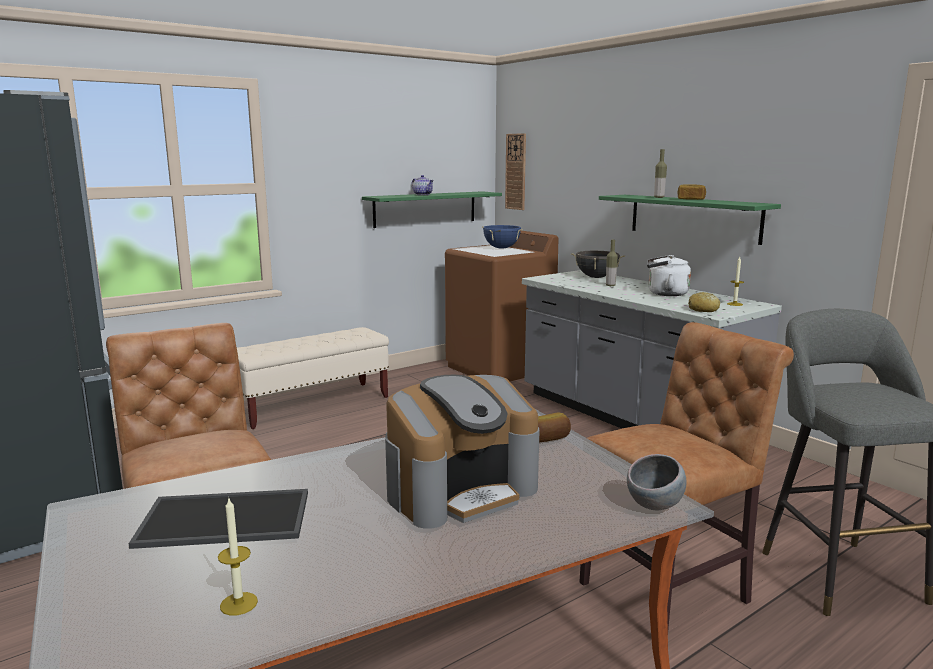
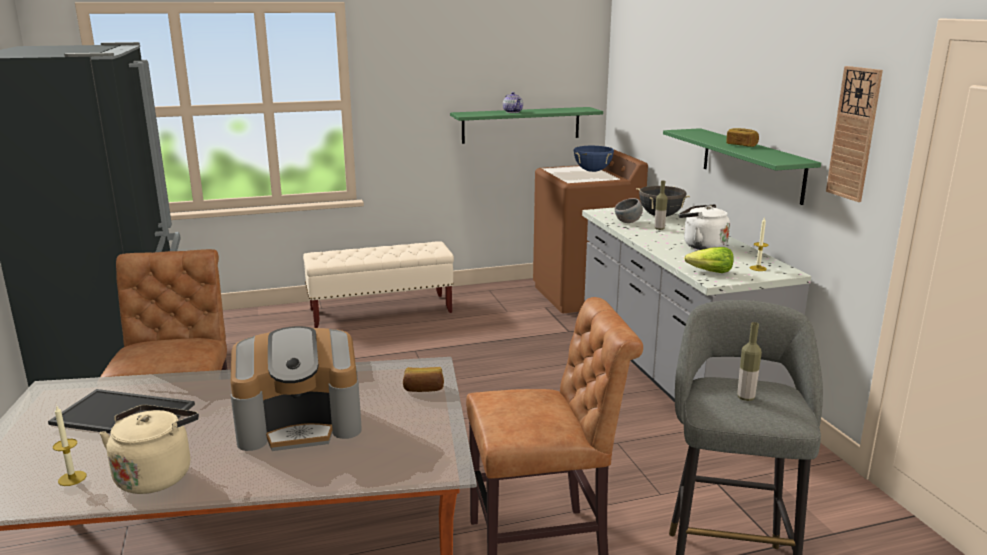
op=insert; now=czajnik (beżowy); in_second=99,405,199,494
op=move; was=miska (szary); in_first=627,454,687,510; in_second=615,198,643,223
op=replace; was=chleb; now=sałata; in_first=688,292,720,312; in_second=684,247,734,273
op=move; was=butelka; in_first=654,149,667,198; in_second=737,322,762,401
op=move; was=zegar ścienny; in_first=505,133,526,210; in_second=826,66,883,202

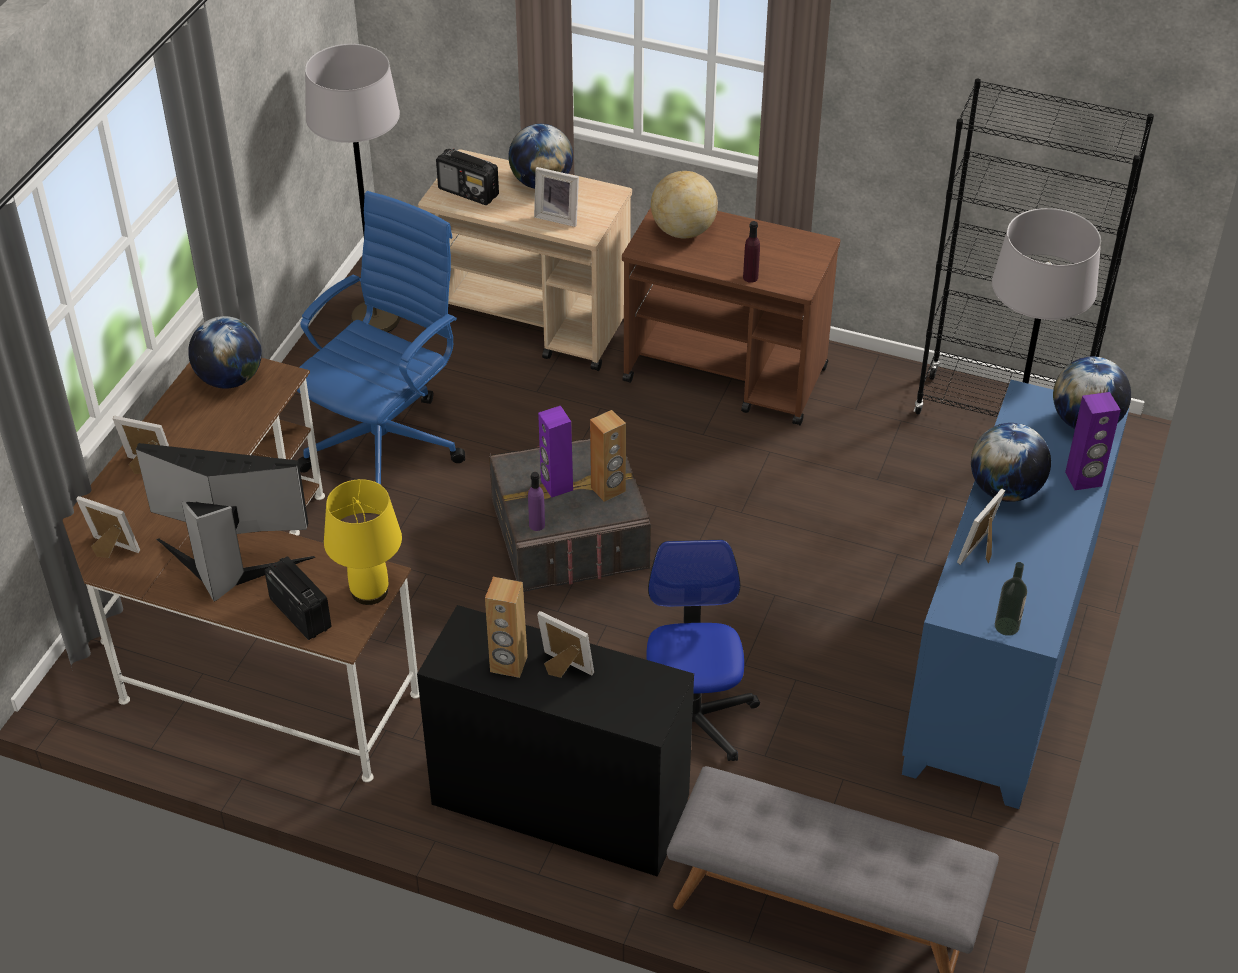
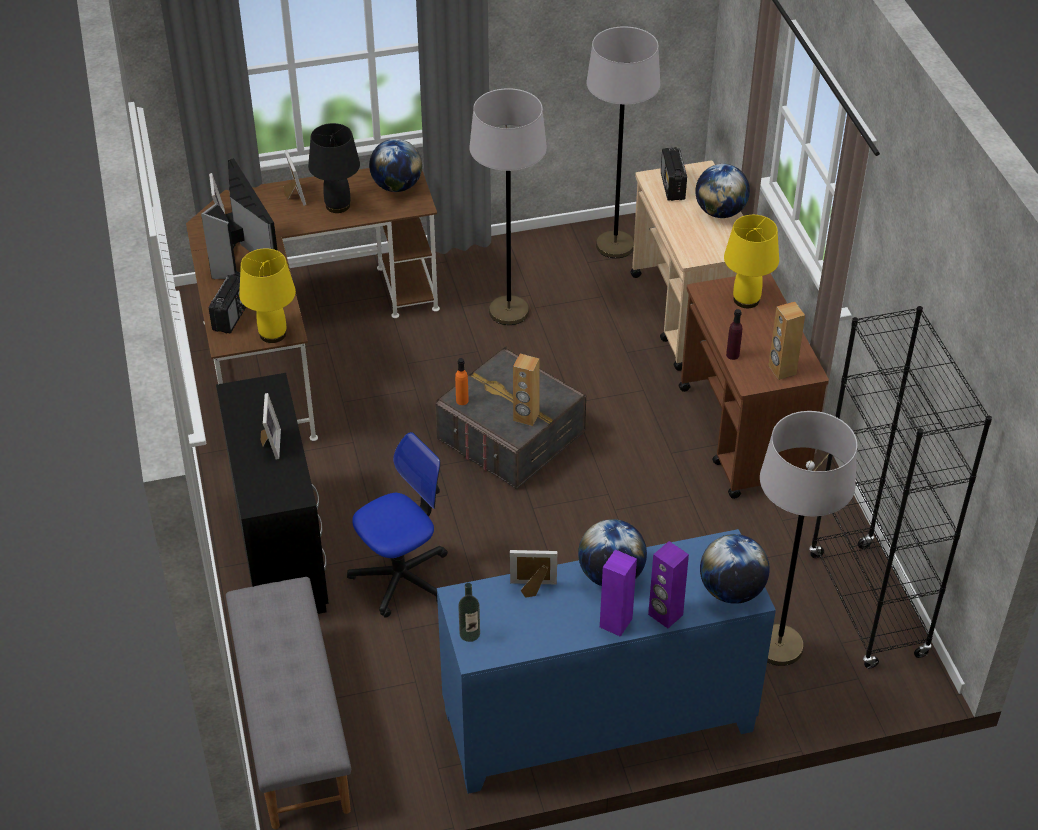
op=insert; now=lampa stołowa (czarny); in_second=308,123,360,213
op=recolor; was=butelka (fioletowy); now=butelka (pomarańczowy); in_first=528,472,545,531; in_second=455,358,469,405
op=replace; was=krzesło biurowe (niebieski); now=lampa stojąca (szary); in_first=297,191,465,485; in_second=469,88,547,325
op=move; was=głośnik (fioletowy); in_first=538,406,573,498; in_second=600,549,637,637
op=replace; was=globus; now=lampa stołowa (żółty); in_first=651,171,718,238; in_second=724,215,779,308
op=move; was=głośnik (brązowy); in_first=485,577,528,678; in_second=768,302,805,380
op=delete; was=ramka na zdjęcie; in_first=534,167,579,227

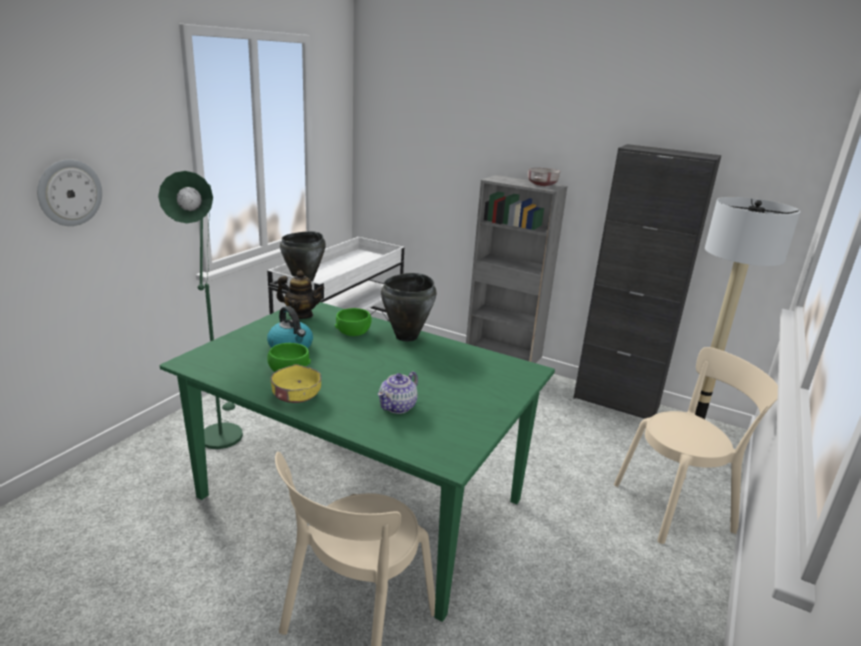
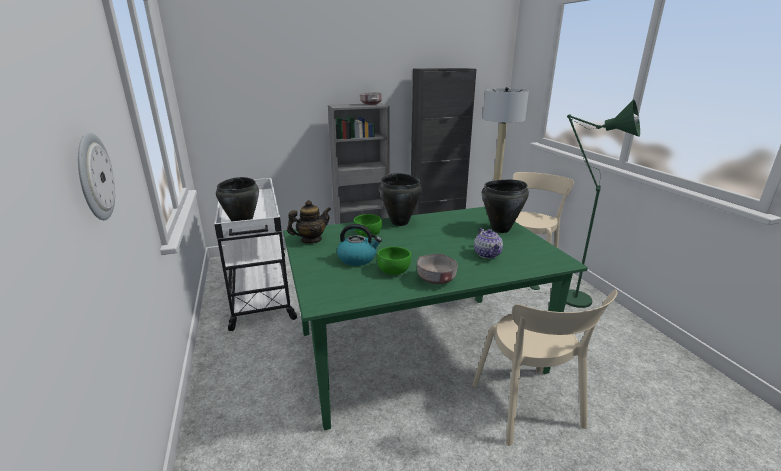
op=recolor; was=miska (żółty); now=miska (szary); in_first=270,364,321,403; in_second=417,254,458,284
op=insert; now=garnek (czarny); in_second=482,180,529,233
op=move; was=lampa stojąca (zielony); in_first=158,171,243,449; in_second=526,99,640,308

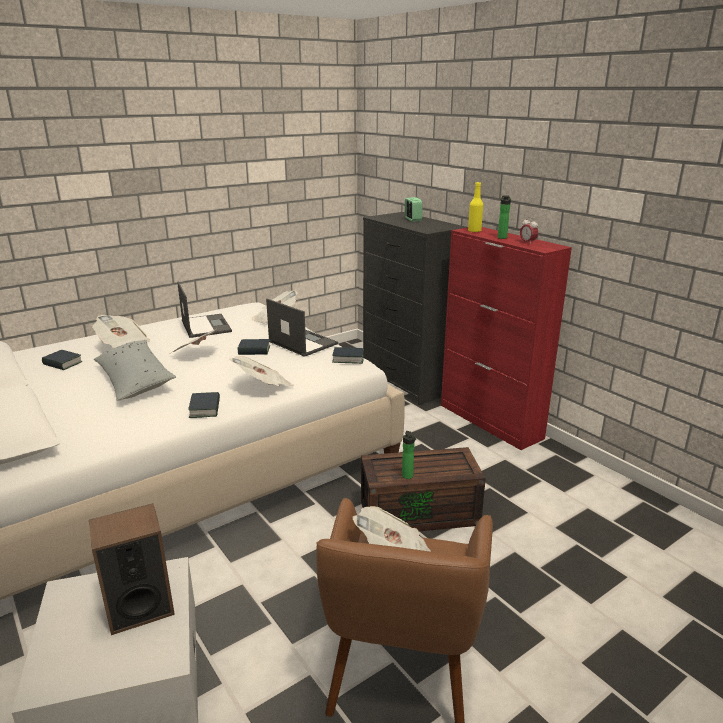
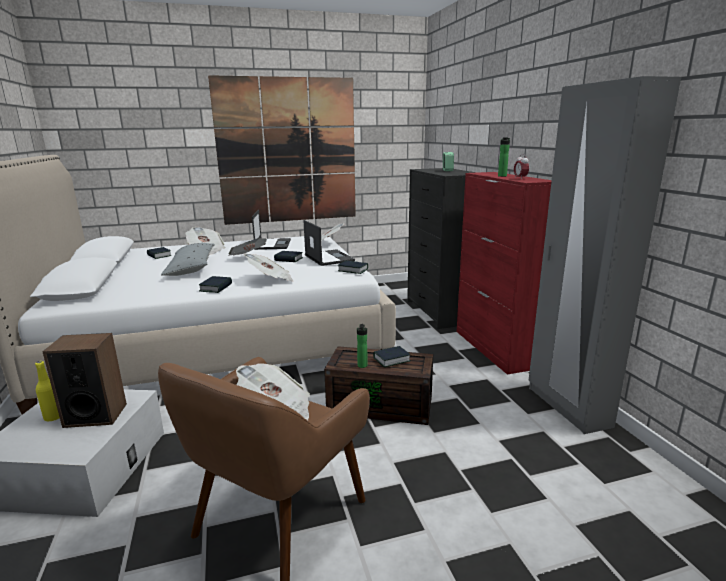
op=move; was=butelka (żółty); in_first=468,182,483,232; in_second=35,361,60,421
op=insert; now=obraz; in_second=208,75,356,225
op=insert; now=książka; in_second=373,346,411,367
op=insert; now=szafa (szary); in_second=529,76,681,434

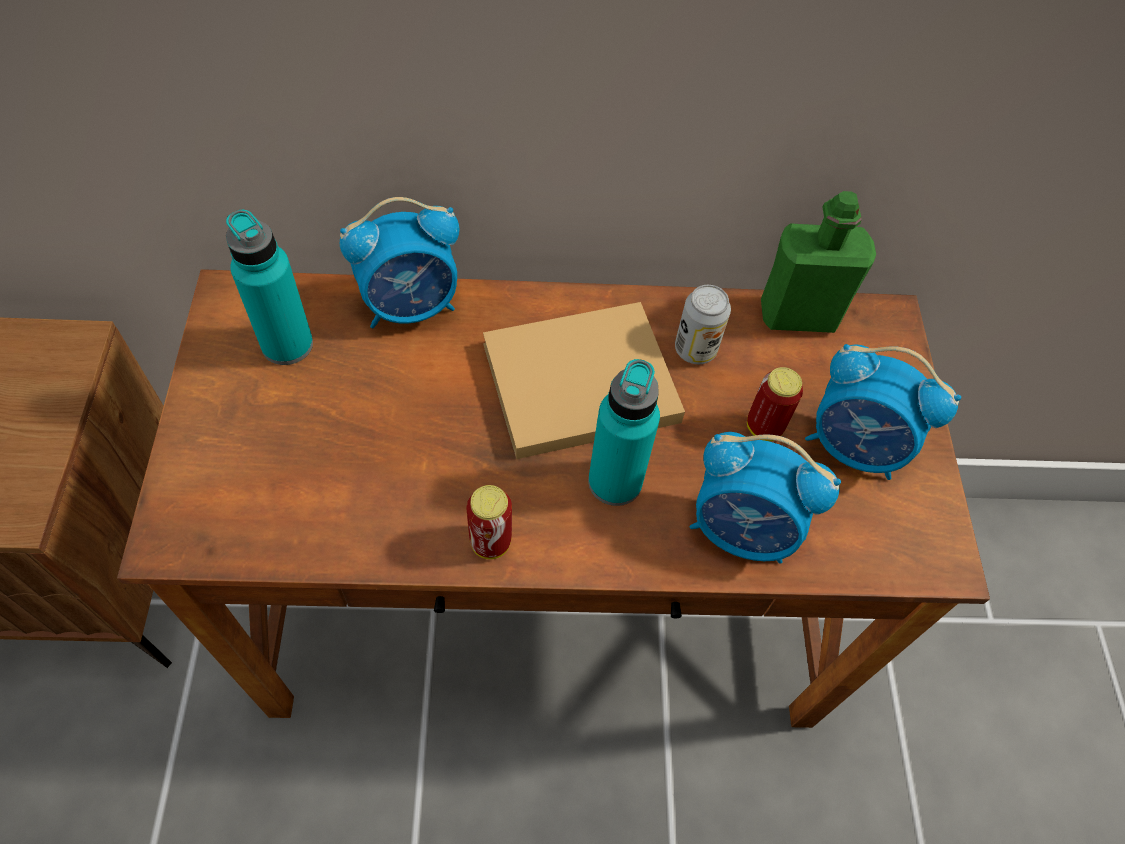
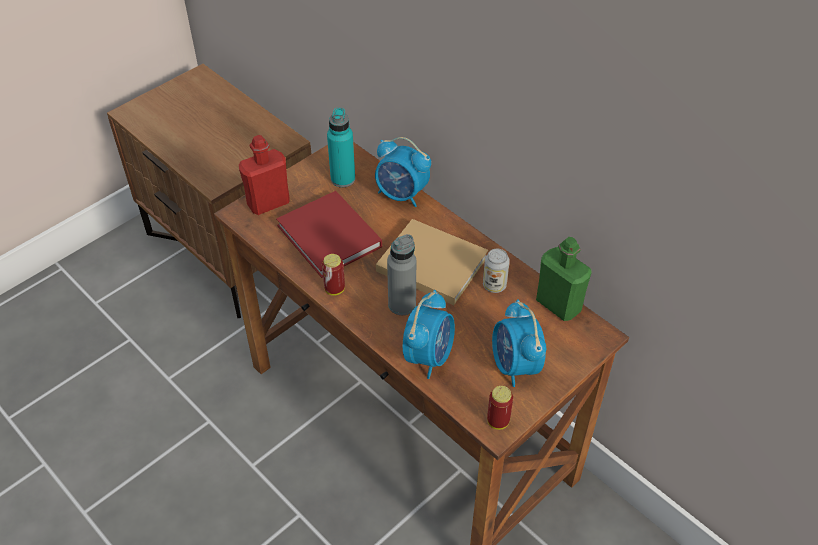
op=insert; now=butelka (czerwony); in_second=239,135,290,215
op=insert; now=książka (czerwony); in_second=276,191,382,278
op=recolor; was=butelka (turkusowy); now=butelka (szary); in_first=588,359,660,506; in_second=387,234,416,315
op=rotate; was=budzik; in_first=690,432,841,564; in_second=403,290,455,379; clockwise=-135
op=move; was=puszka; in_first=747,367,803,441; in_second=487,386,513,430

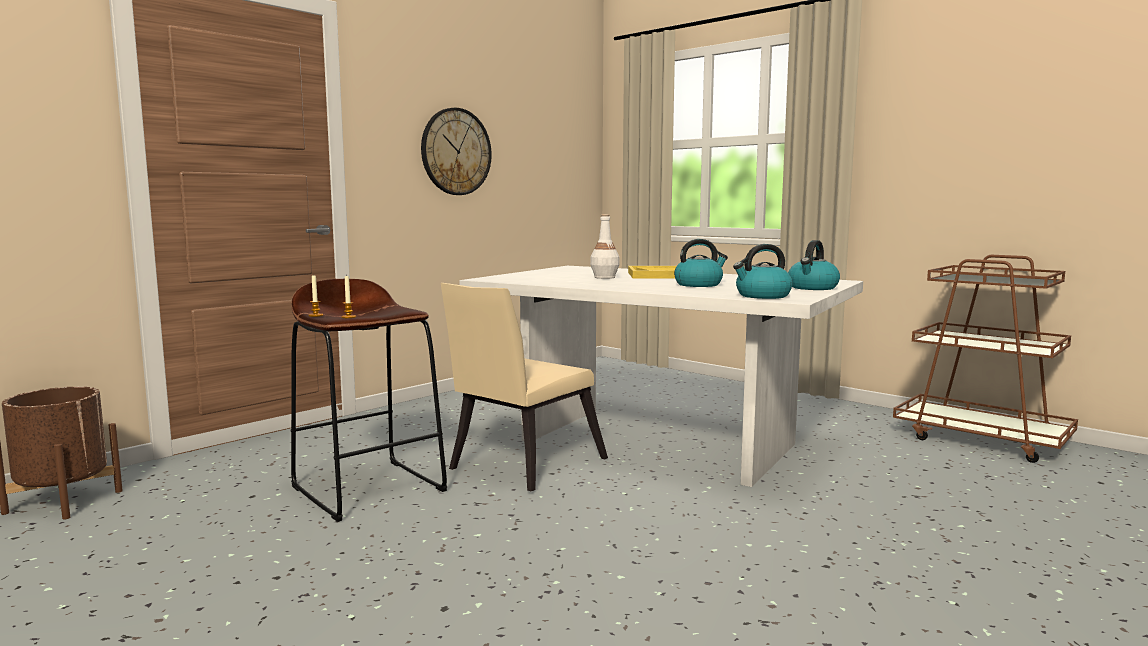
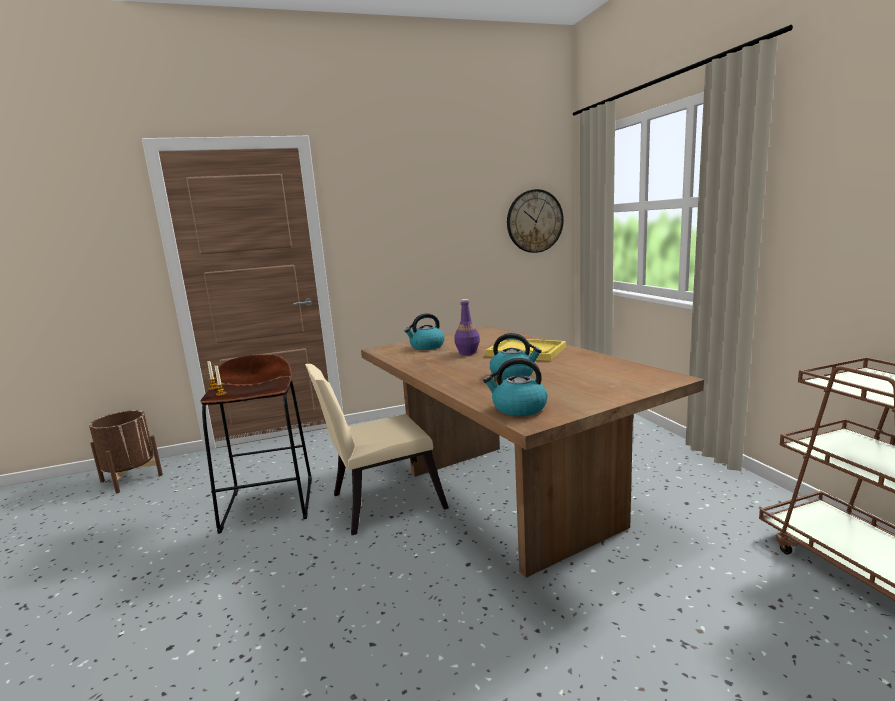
op=recolor; was=stół jadalny (biały); now=stół jadalny (brązowy); in_first=459,266,863,487; in_second=361,326,704,578
op=move; was=czajnik; in_first=788,240,840,290; in_second=404,313,445,350
op=recolor; was=butelka (biały); now=butelka (fioletowy); in_first=590,214,620,279; in_second=454,299,480,355
op=move; was=zegar ścienny; in_first=421,108,492,195; in_second=507,189,564,253

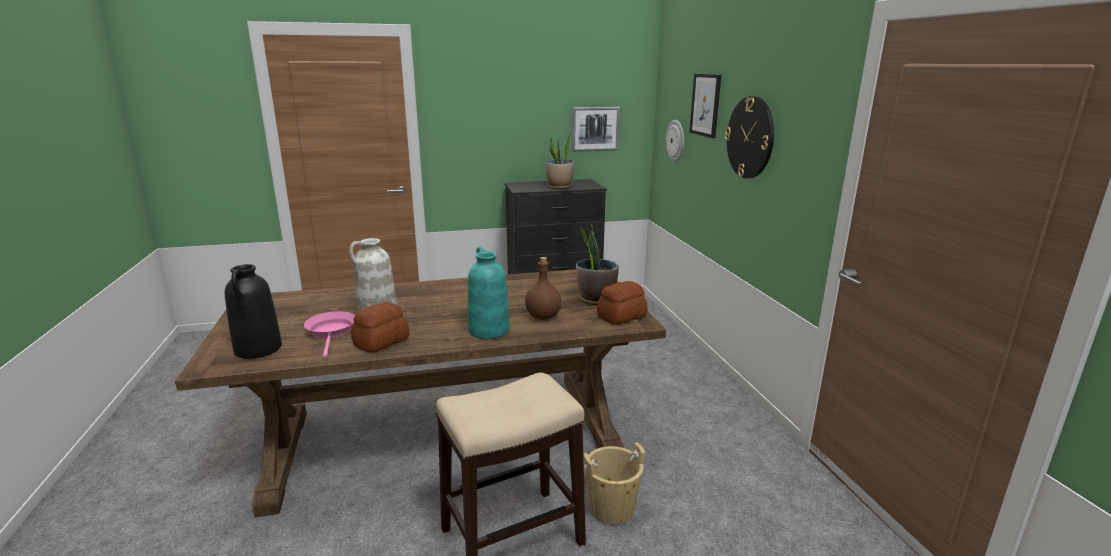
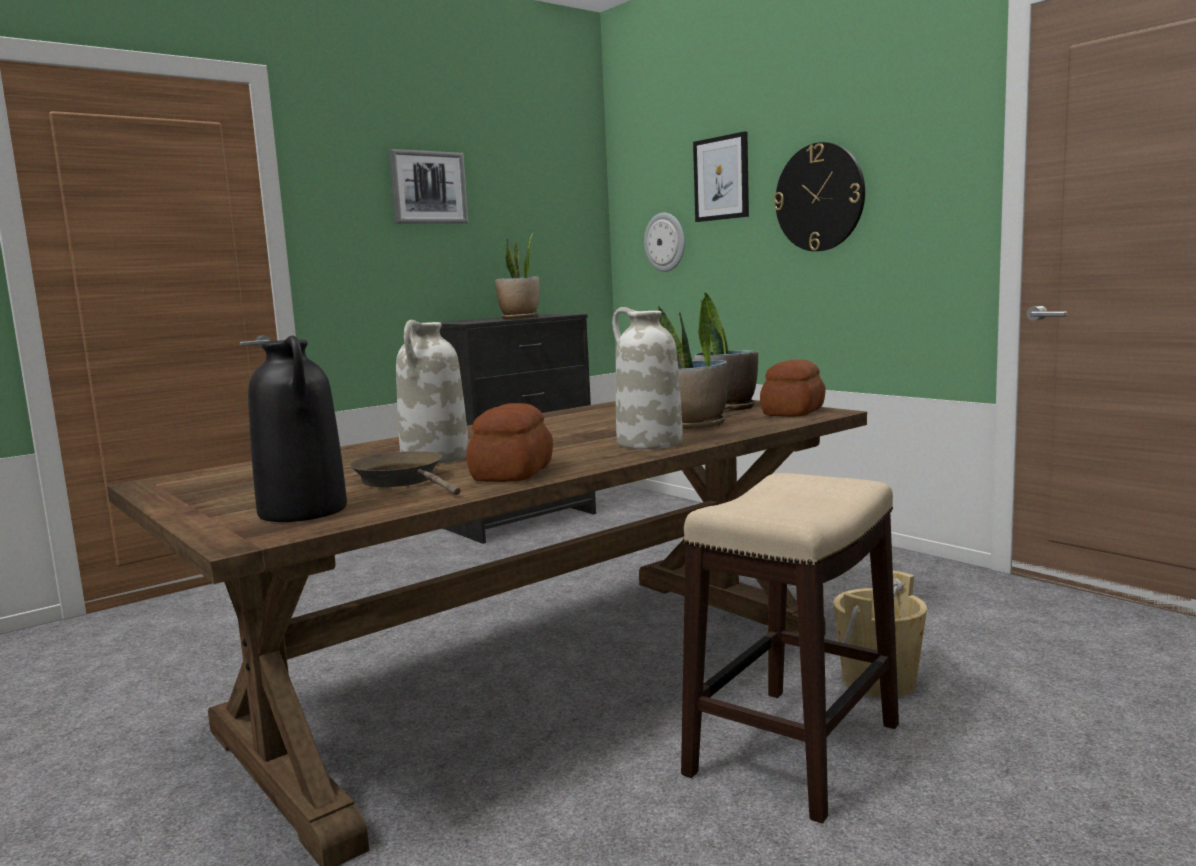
op=recolor; was=patelnia (różowy); now=patelnia (brązowy); in_first=304,311,355,358; in_second=350,451,461,495
op=move; was=obraz; in_first=571,107,620,152; in_second=389,149,468,224
op=recolor; was=wazon (turkusowy); now=wazon (biały); in_first=468,246,509,339; in_second=612,307,683,449
op=replace; was=butelka (brązowy); now=roślina doniczkowa; in_first=525,257,561,320; in_second=658,296,728,429

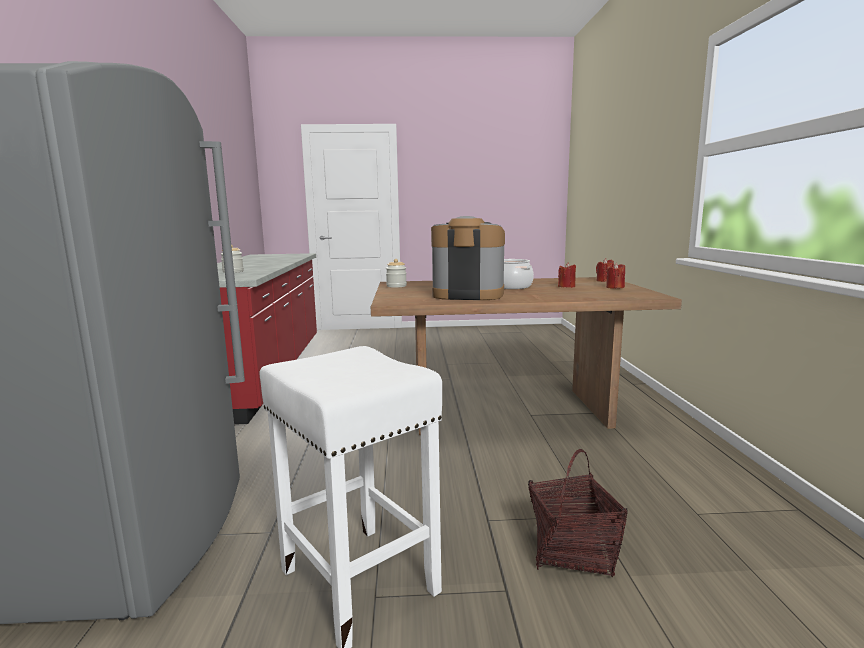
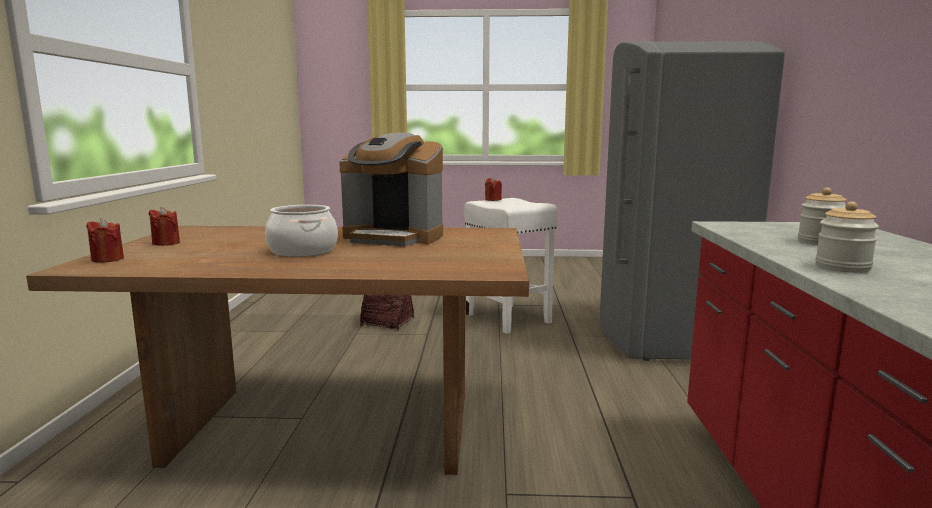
op=move; was=świeca (czerwony); in_first=558,262,576,288; in_second=485,177,502,201
op=move; was=słoik; in_first=386,259,407,288; in_second=815,201,879,273

